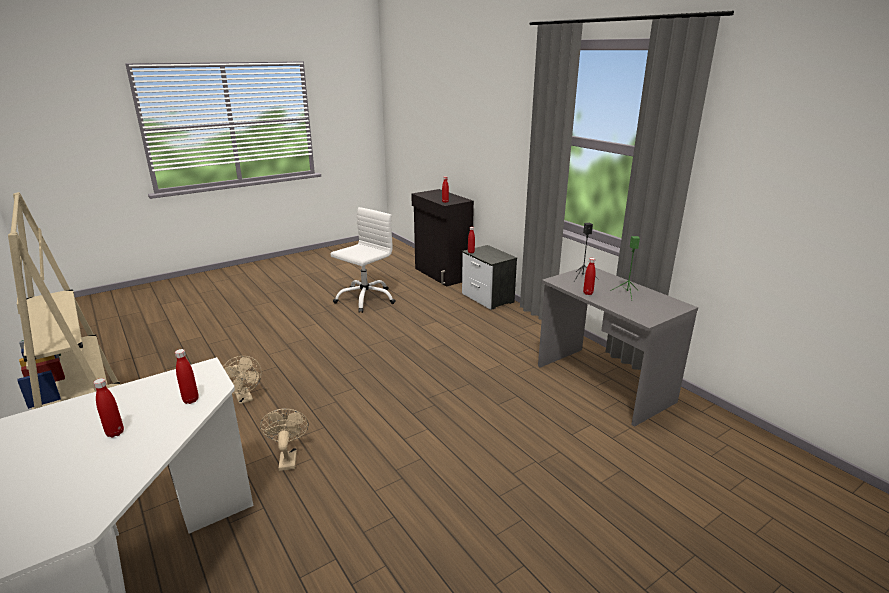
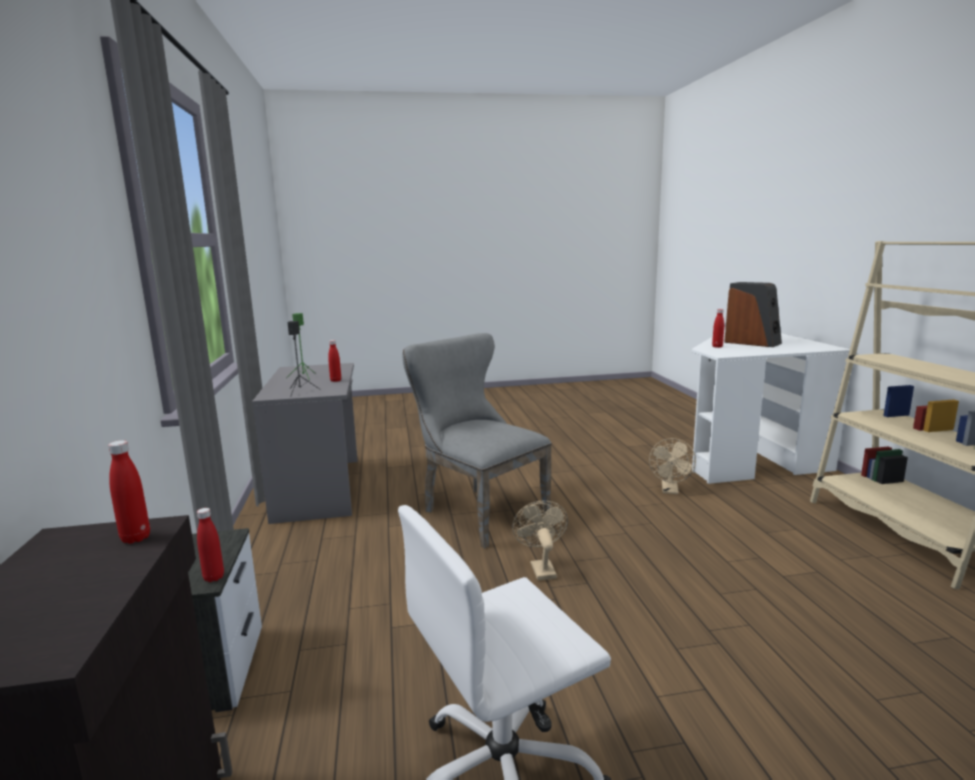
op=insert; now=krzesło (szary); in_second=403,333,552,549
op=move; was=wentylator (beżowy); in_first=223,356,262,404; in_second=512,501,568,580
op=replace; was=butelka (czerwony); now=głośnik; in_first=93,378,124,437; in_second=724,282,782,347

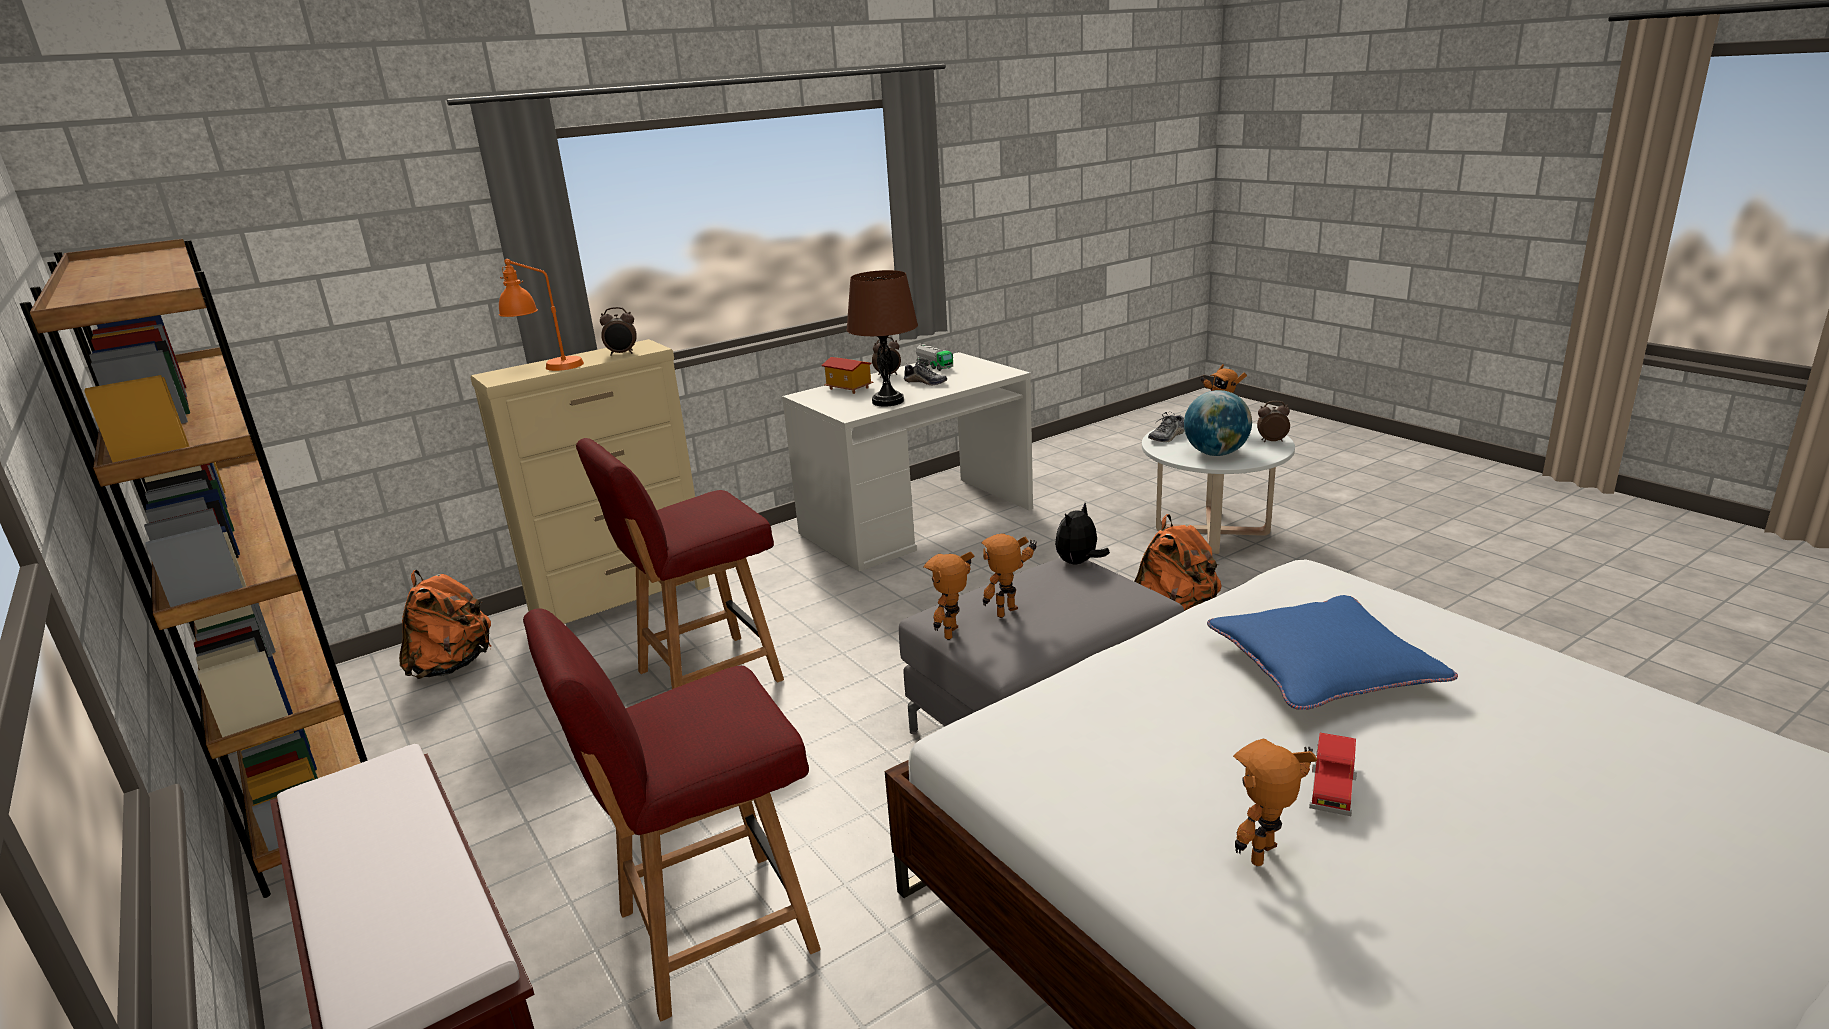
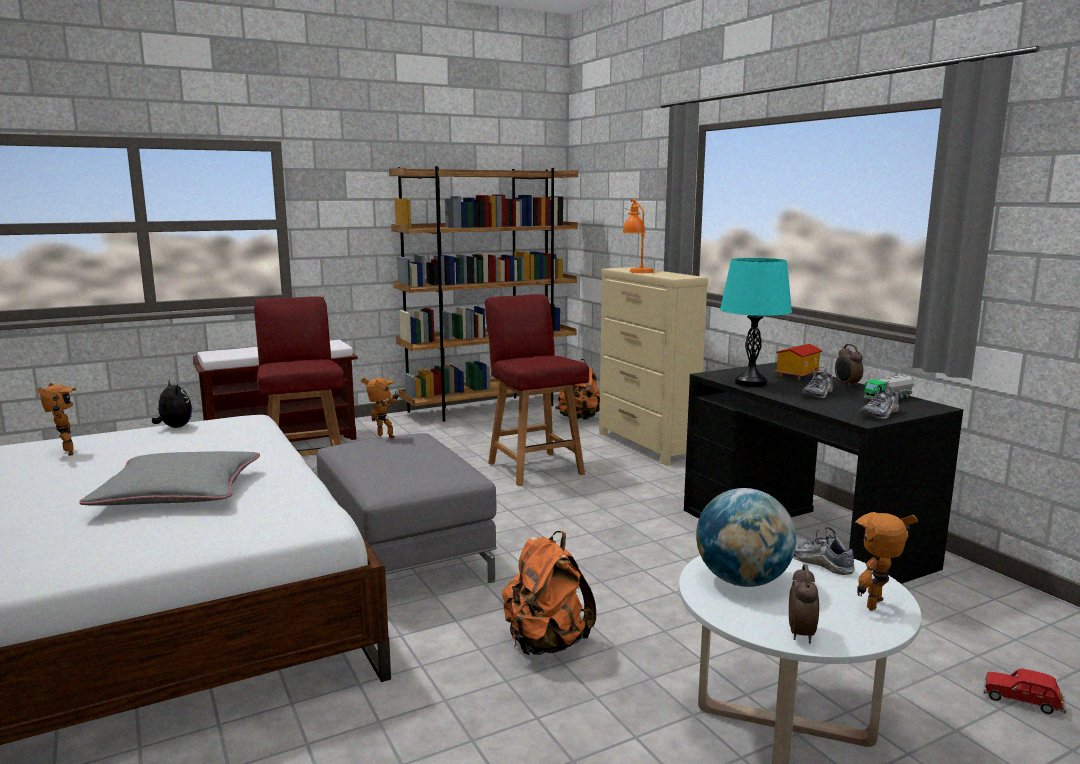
op=recolor; was=poduszka (niebieski); now=poduszka (szary); in_first=1207,595,1458,710; in_second=79,451,260,506
op=move; was=pluszak; in_first=1055,503,1110,564; in_second=152,379,192,428
op=recolor; was=biurko (biały); now=biurko (czarny); in_first=782,352,1033,571; in_second=684,362,963,584
op=recolor; was=lampa stołowa (brązowy); now=lampa stołowa (turkusowy); in_first=847,270,918,407; in_second=720,258,792,387
op=insert; now=but; in_second=860,385,899,419
op=move; was=samochodzik (czerwony); in_first=1309,733,1357,816; in_second=984,669,1066,714
op=delete; was=budzik; in_first=600,307,637,356
op=delete; was=robot zabawkowy; in_first=982,533,1037,618

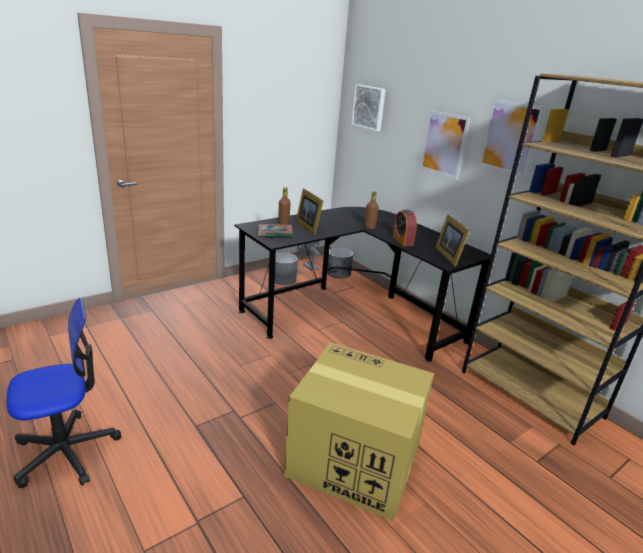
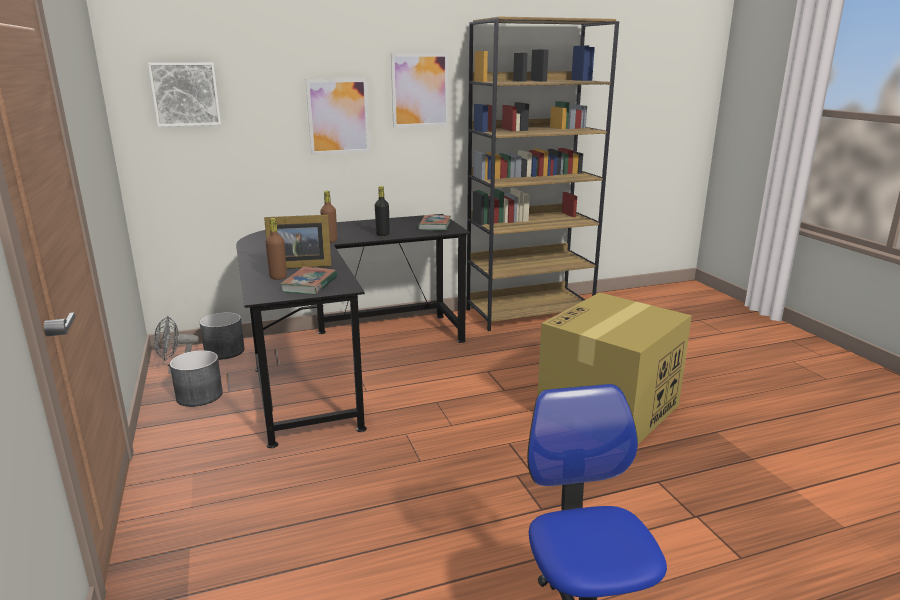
op=replace; was=budzik; now=butelka (czarny); in_first=393,209,417,246; in_second=375,186,390,236
op=replace; was=ramka na zdjęcie; now=książka; in_first=435,214,470,266; in_second=418,215,451,230

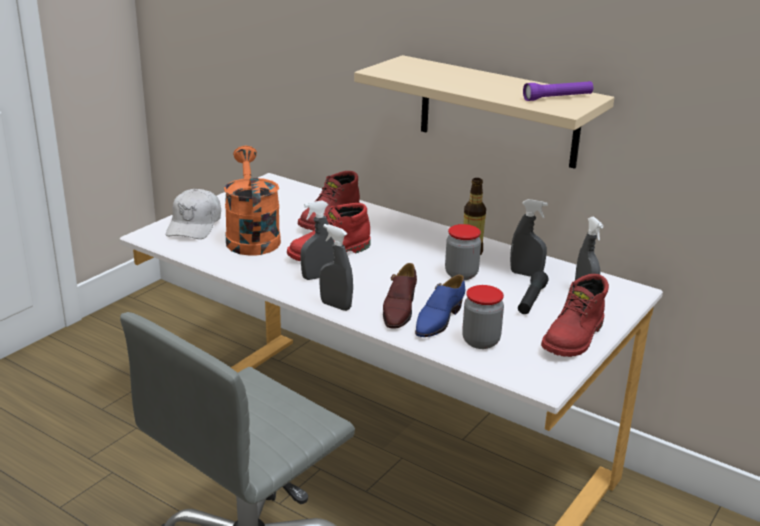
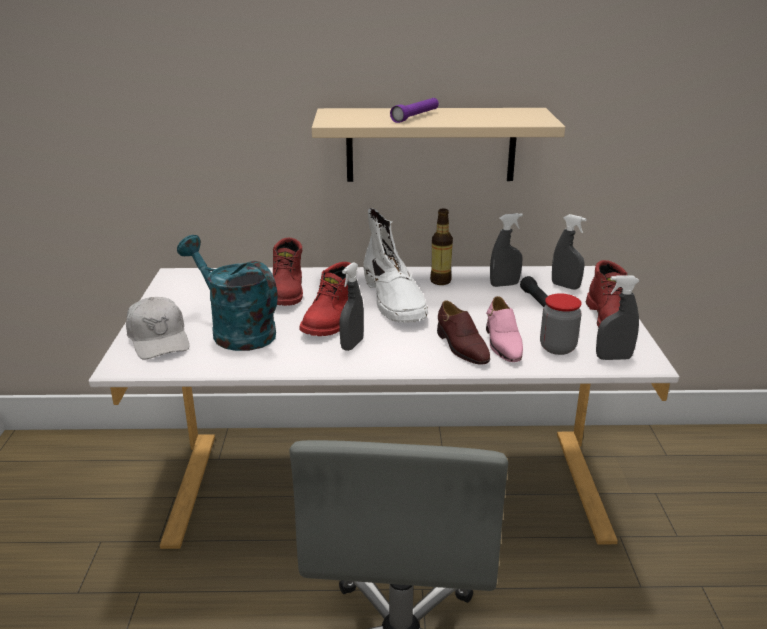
op=recolor; was=konewka (pomarańczowy); now=konewka (turkusowy); in_first=224,146,281,256; in_second=177,235,278,351
op=insert; now=but z cholewką (biały); in_second=363,208,428,323
op=move; was=latarka (fioletowy); in_first=523,81,593,101; in_second=390,98,439,123
op=recolor; was=but (niebieski); now=but (różowy); in_first=415,275,465,337; in_second=486,296,523,362
op=move; was=spryskiwacz (szary); in_first=319,224,353,311; in_second=596,275,640,360
op=delete; was=słoik; in_first=445,224,481,280

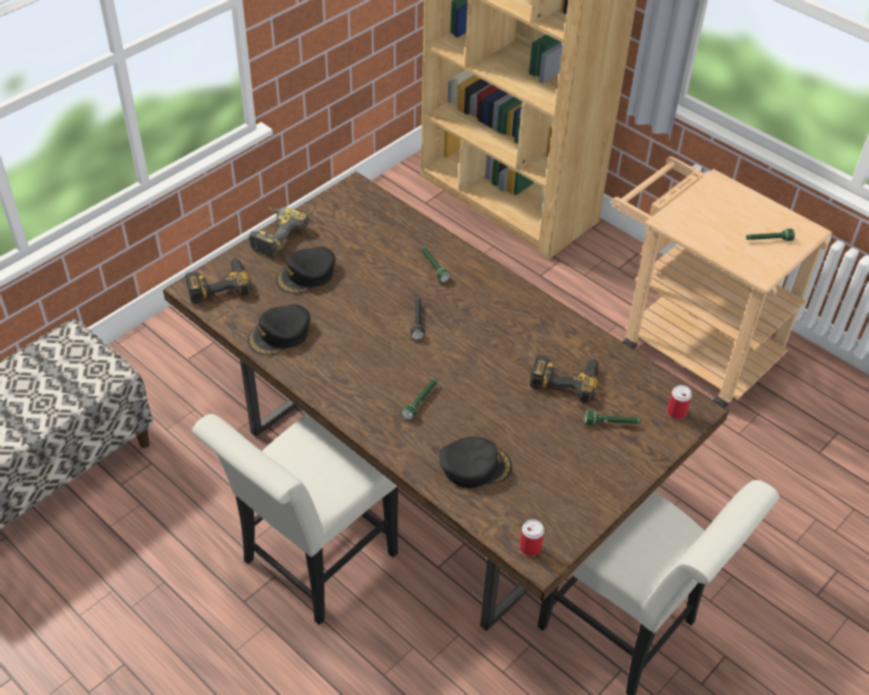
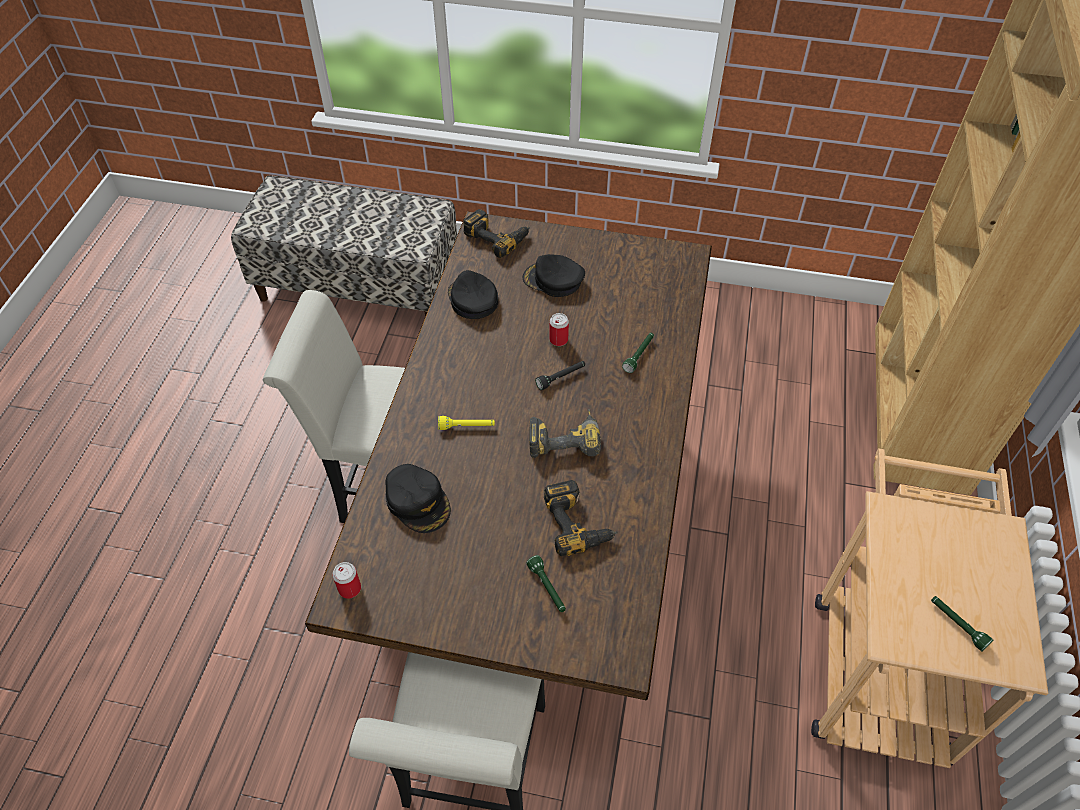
op=recolor; was=latarka (zielony); now=latarka (żółty); in_first=401,378,438,420; in_second=438,416,495,430
op=rotate; was=czapka z daszkiem (czarny); in_first=248,305,310,355; in_second=448,270,499,319; clockwise=45
op=move; was=wiertarka; in_first=249,207,310,258; in_second=529,409,601,458
op=move; was=puszka; in_first=667,385,692,419; in_second=549,313,569,346

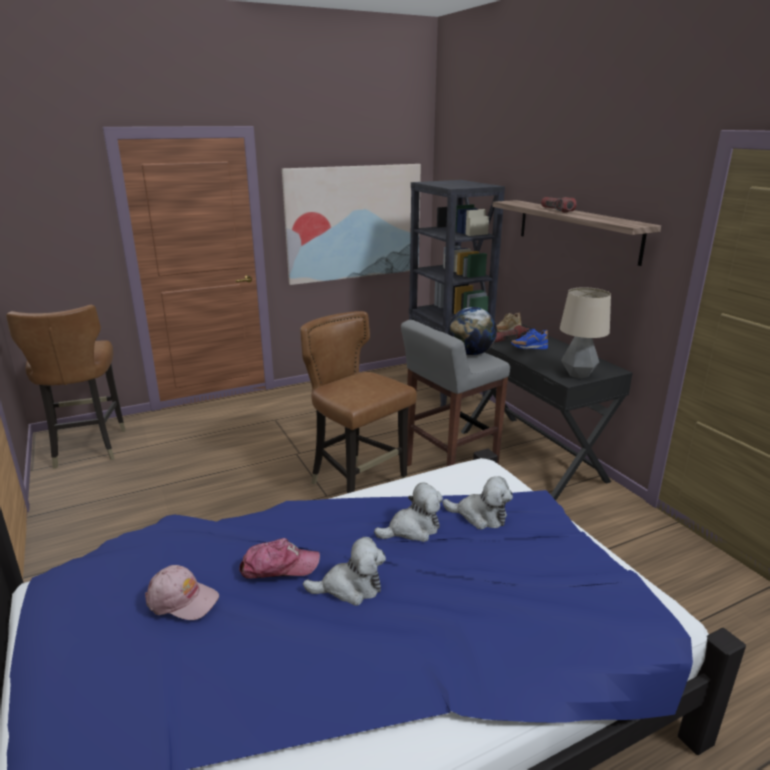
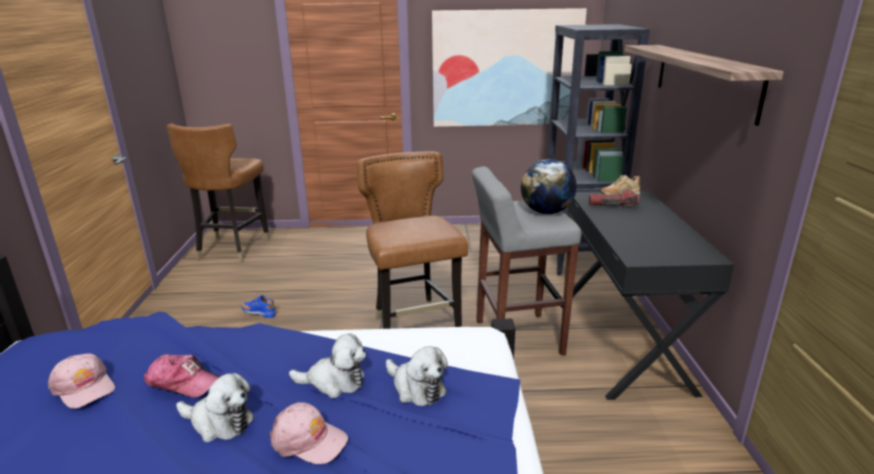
op=move; was=but (niebieski); in_first=511,329,548,349; in_second=241,295,276,318
op=insert; now=czapka z daszkiem (różowy); in_second=270,402,348,464
op=delete; was=latarka; in_first=541,197,576,212
op=delete; was=lampa stołowa; in_first=560,287,611,379

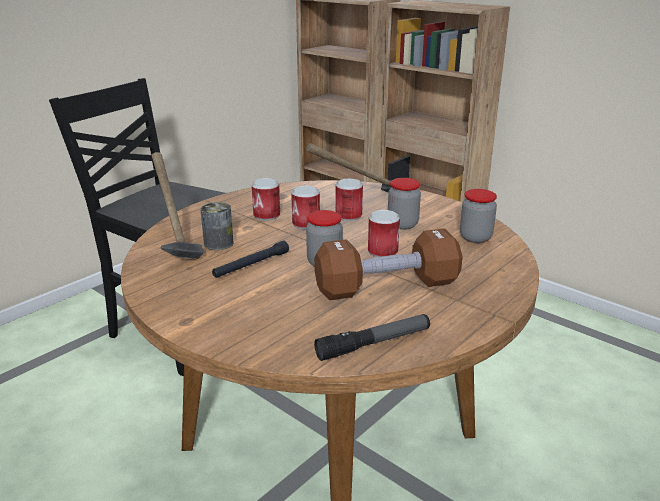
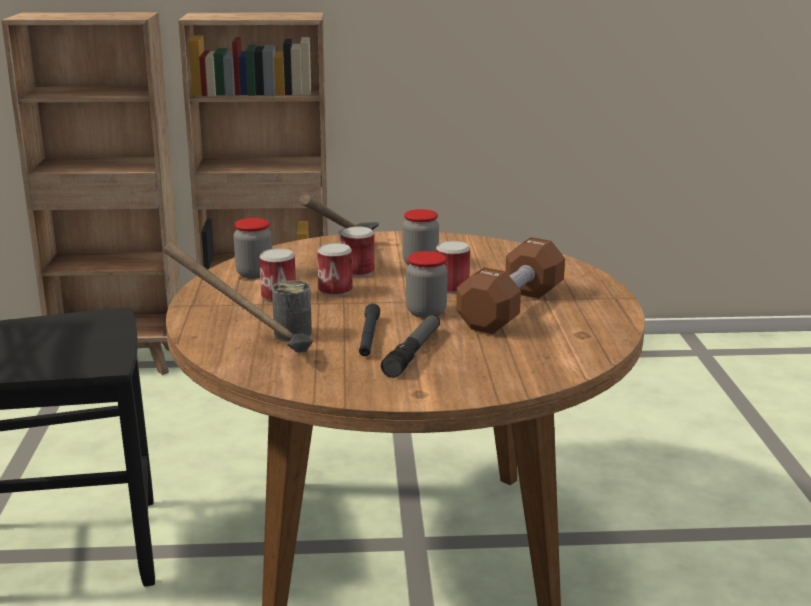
op=move; was=słoik; in_first=460,189,497,243; in_second=234,218,272,278
op=move; was=latarka; in_first=314,314,430,361; in_second=381,315,440,378

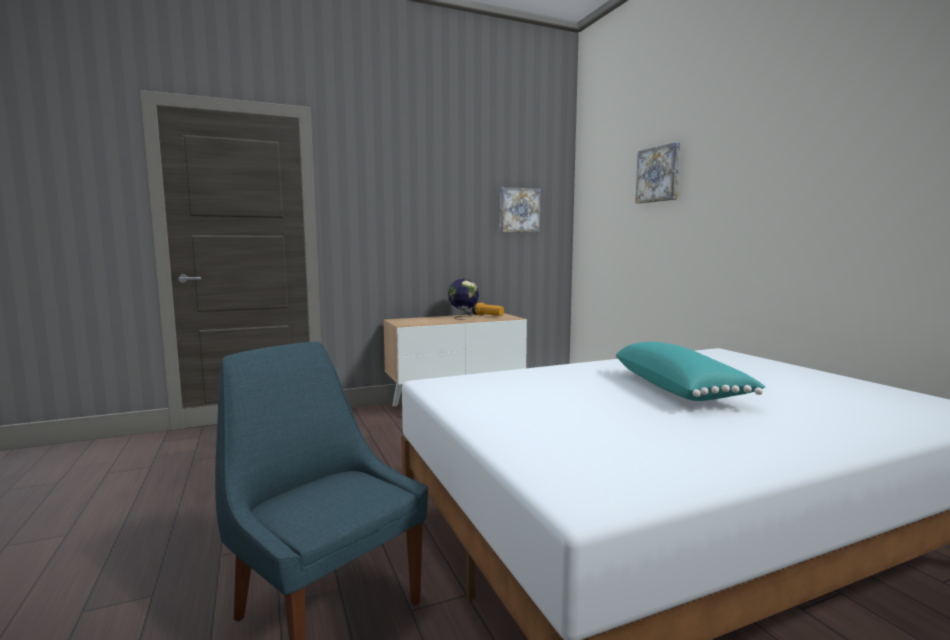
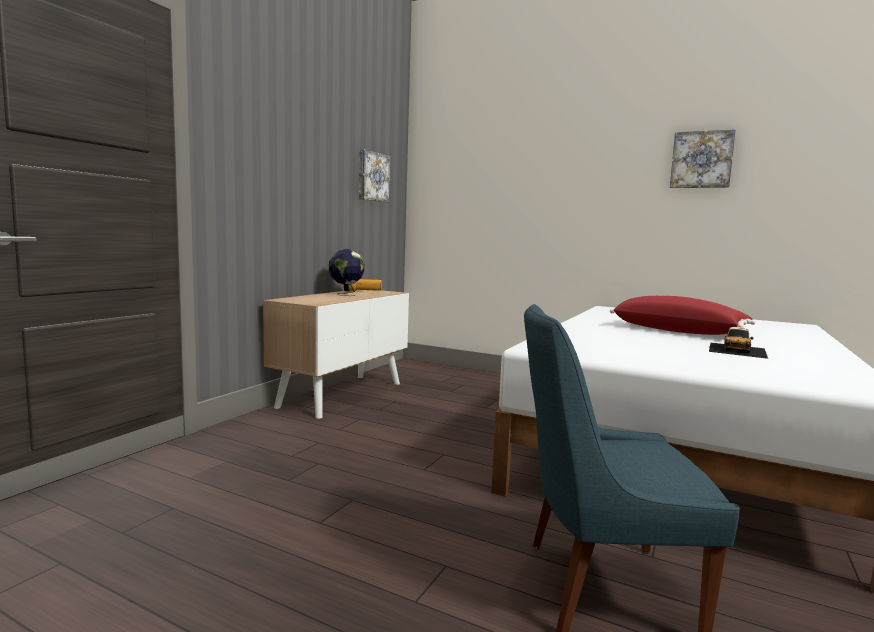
op=recolor; was=poduszka (turkusowy); now=poduszka (czerwony); in_first=615,342,765,401; in_second=610,296,756,335
op=move; was=obraz; in_first=635,142,680,204; in_second=670,129,736,188
op=insert; now=samochodzik; in_second=709,327,768,359

